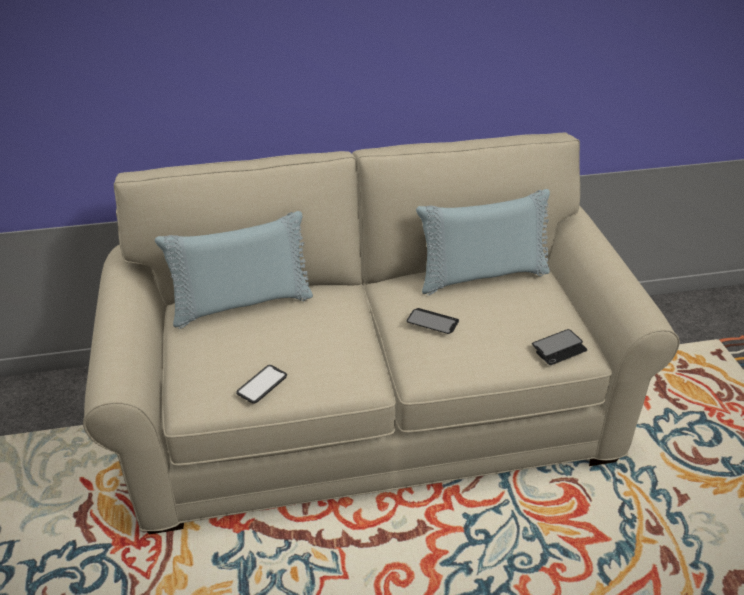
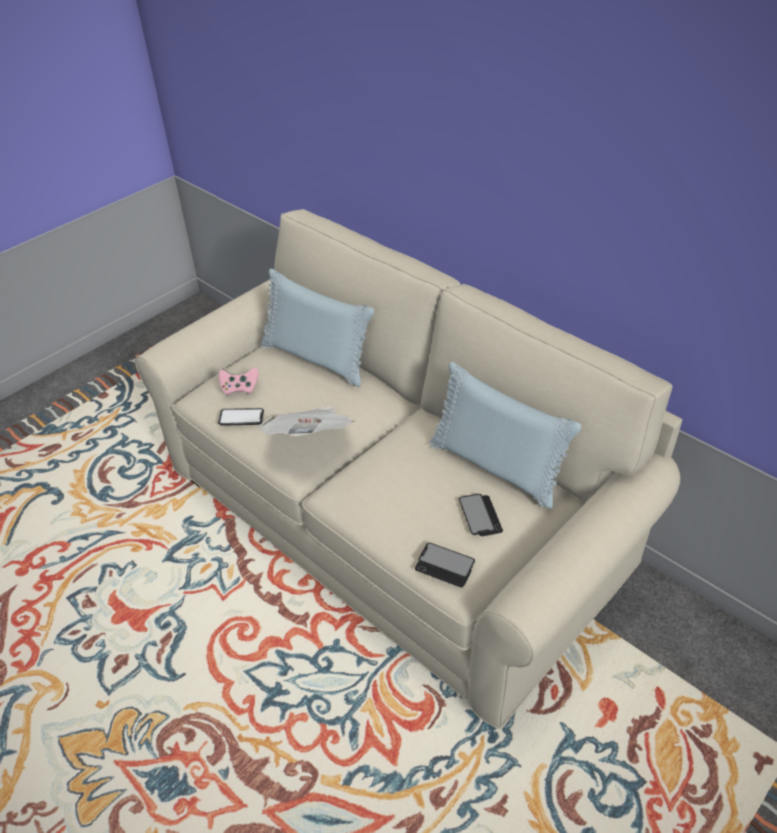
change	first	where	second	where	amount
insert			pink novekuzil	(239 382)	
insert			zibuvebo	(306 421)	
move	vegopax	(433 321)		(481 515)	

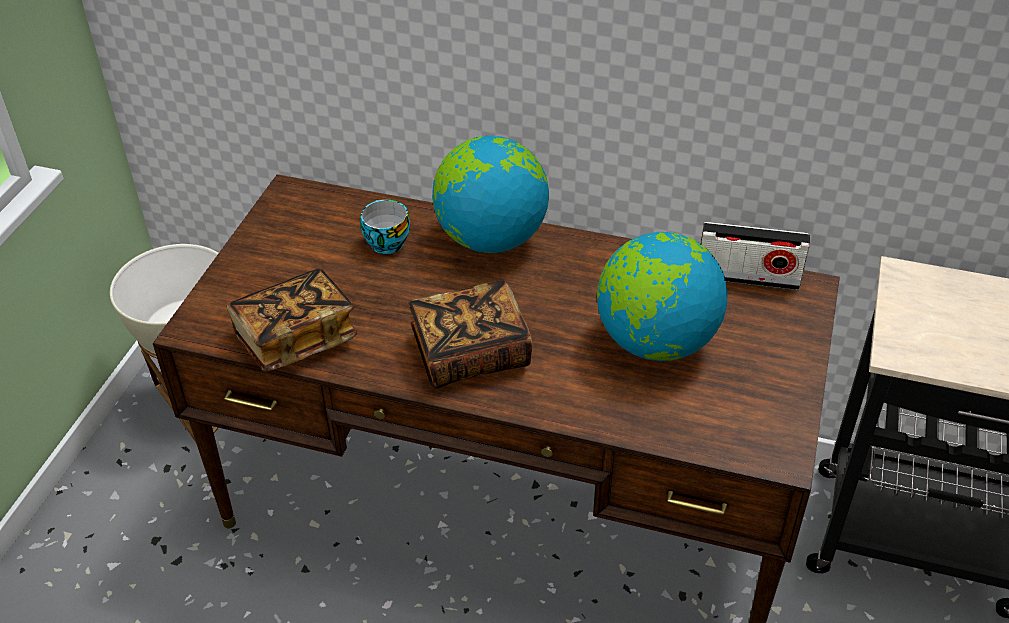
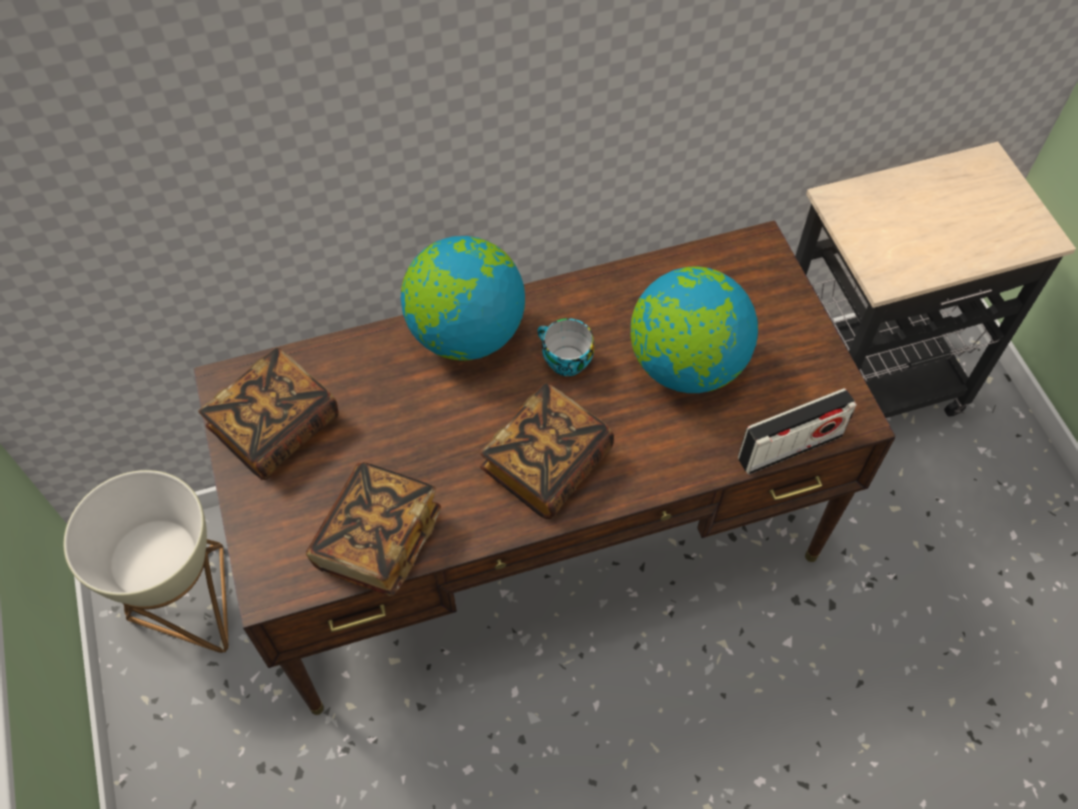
change	first	where	second	where	amount
insert			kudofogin	(269 414)	
move	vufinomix	(385 227)		(565 347)	
move	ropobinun	(755 256)		(797 431)	

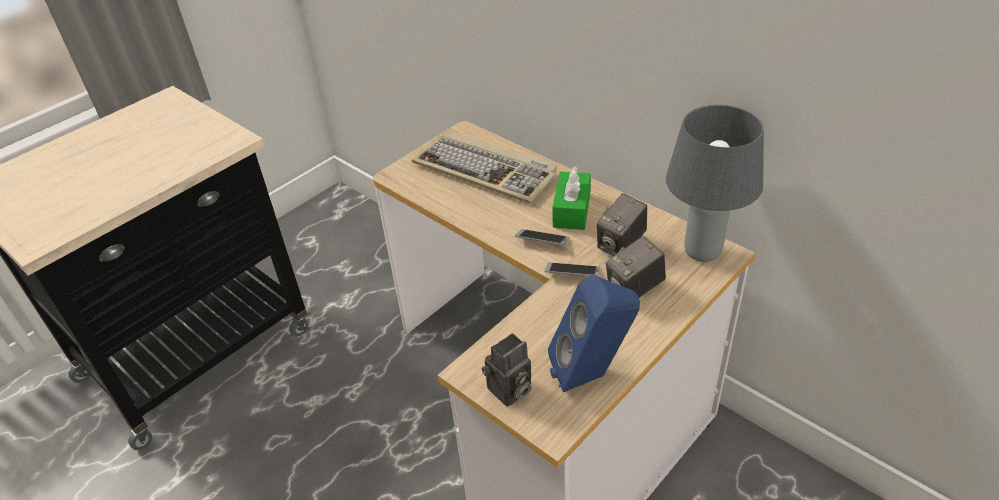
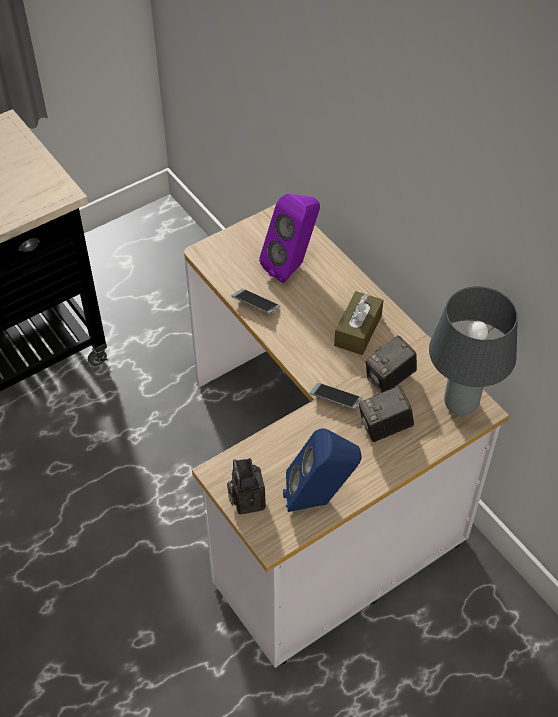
change	first	where	second	where	amount
move	vegopax	(542 237)		(255 301)	
replace	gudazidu	(484 167)	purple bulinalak	(289 238)	
recolor	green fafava	(571 198)	brown fafava	(358 323)	
rotate	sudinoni	(506 370)		(246 486)	105 degrees clockwise

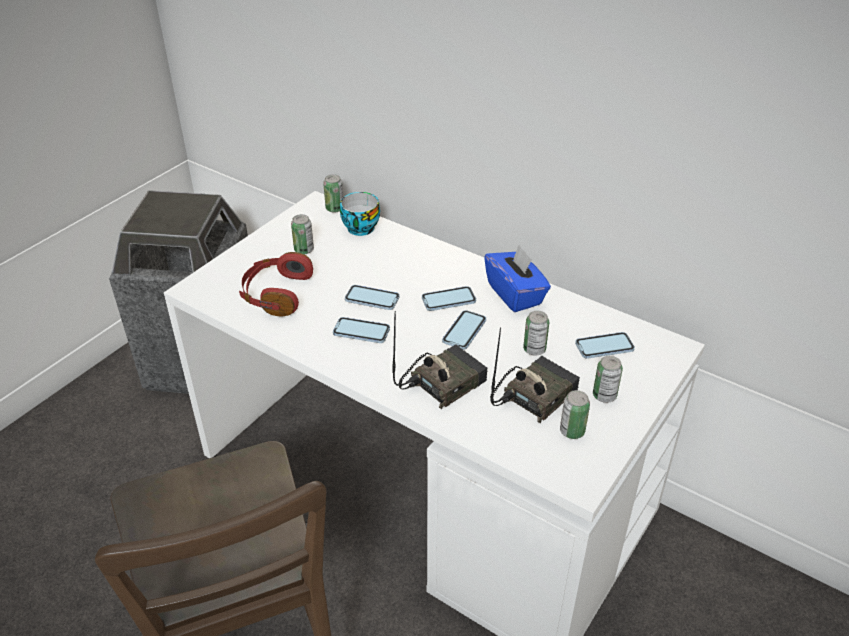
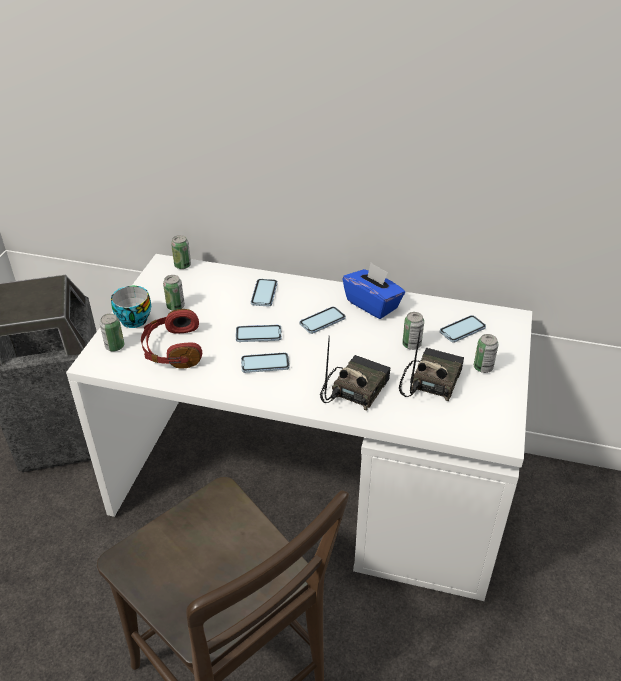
change	first	where	second	where	amount
move	vufinomix	(360 214)		(131 307)	
move	vegopax	(464 330)		(264 293)	
move	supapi	(575 414)		(112 332)	

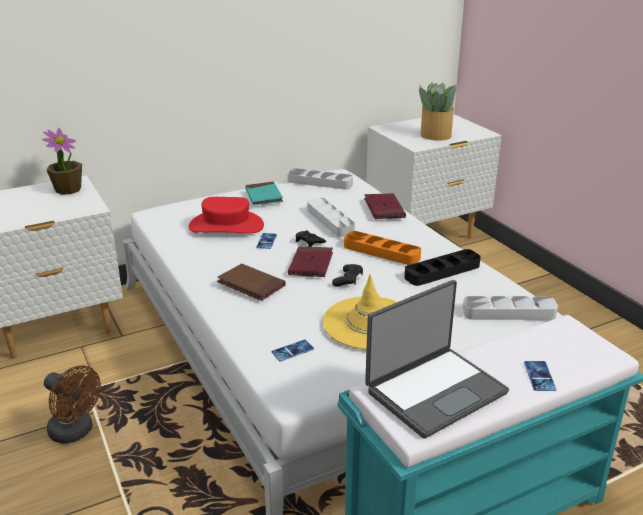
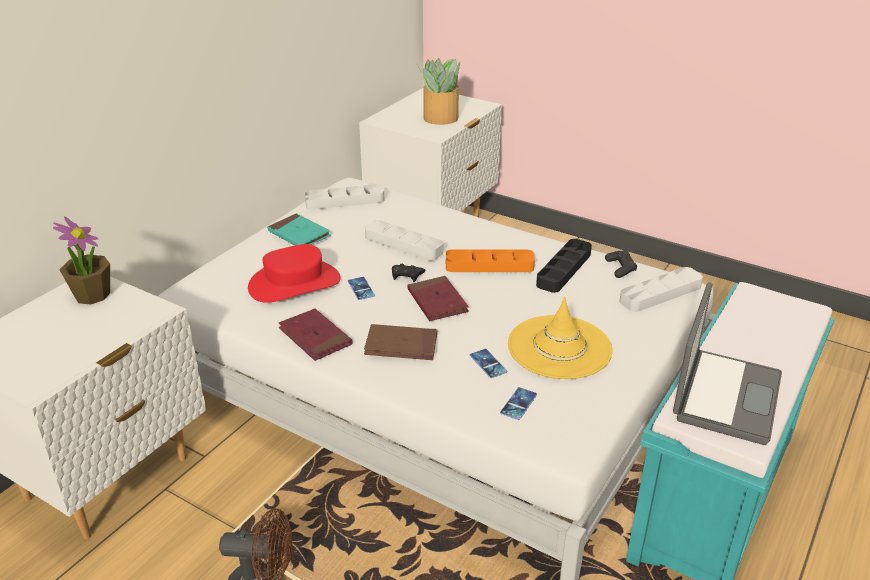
change	first	where	second	where	amount
move	black novekuzil	(347 275)		(621 264)	
move	red kudofogin	(385 206)		(315 335)	
move	vegopax	(540 376)		(488 363)	

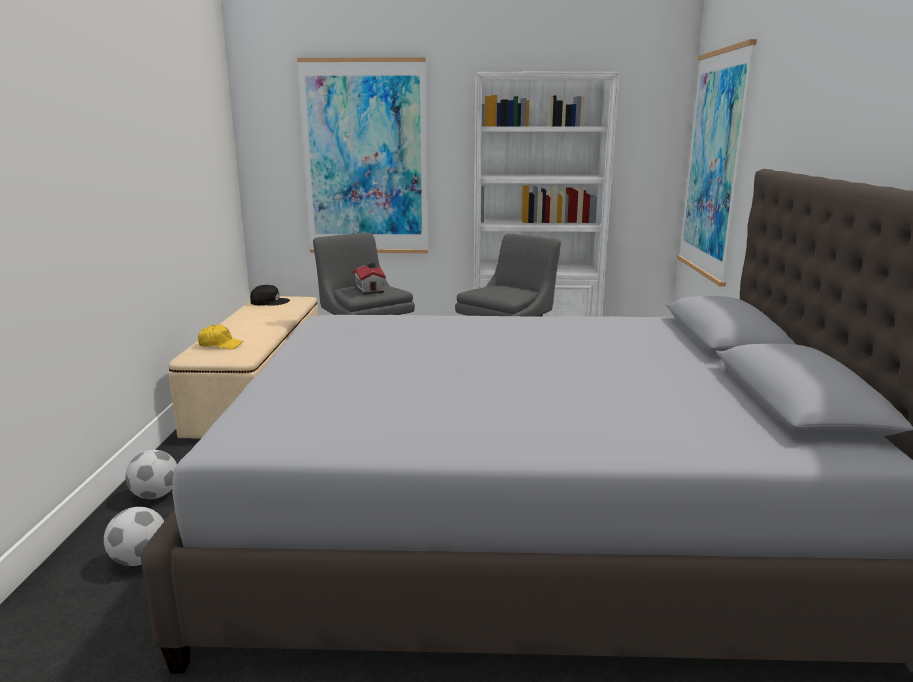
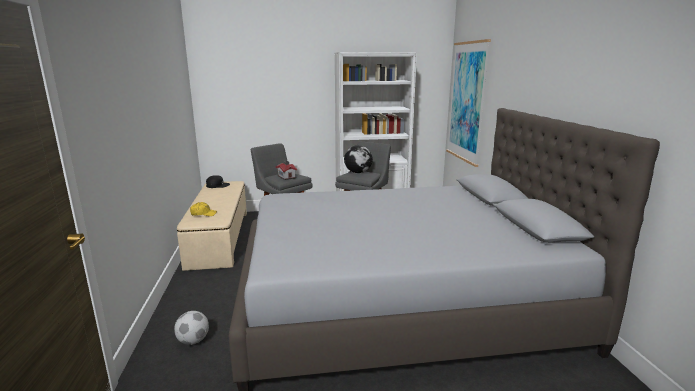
change	first	where	second	where	amount
delete	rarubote	(151 474)			
delete	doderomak	(362 155)			
insert			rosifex	(358 159)	

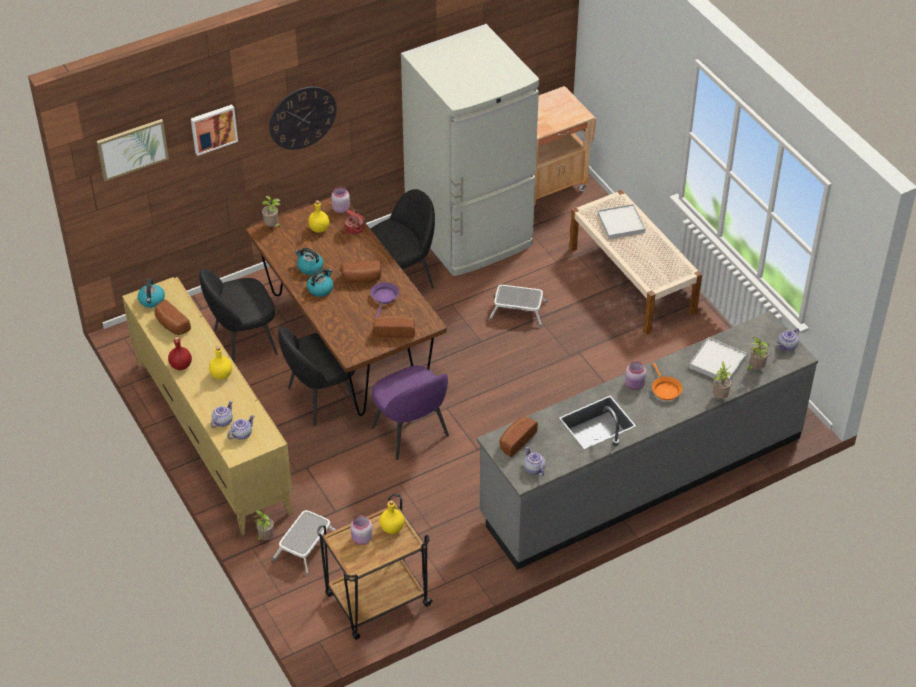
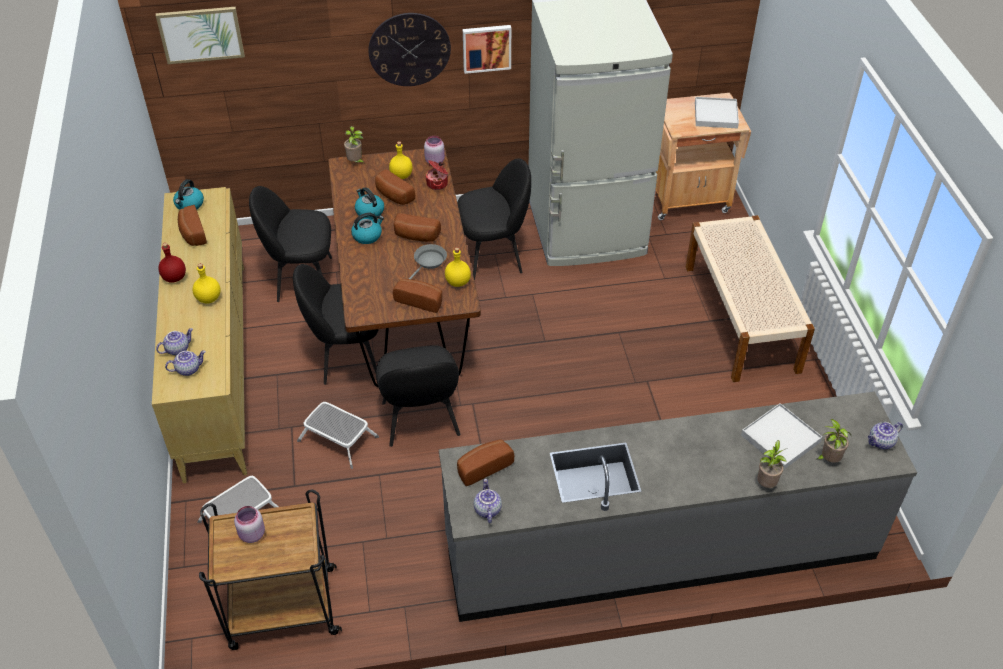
change	first	where	second	where	amount
delete	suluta	(263 525)			
delete	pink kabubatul	(635 375)			
delete	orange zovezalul	(667 381)			
insert			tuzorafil	(395 187)	
move	doderomak	(214 130)		(487 49)	
move	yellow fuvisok	(391 517)		(458 267)	
move	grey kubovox	(518 306)		(338 435)	
move	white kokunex	(621 221)		(717 112)	
recolor	purple zovezalul	(384 299)	grey zovezalul	(428 261)	
recolor	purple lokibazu	(410 412)	black lokibazu	(418 396)	

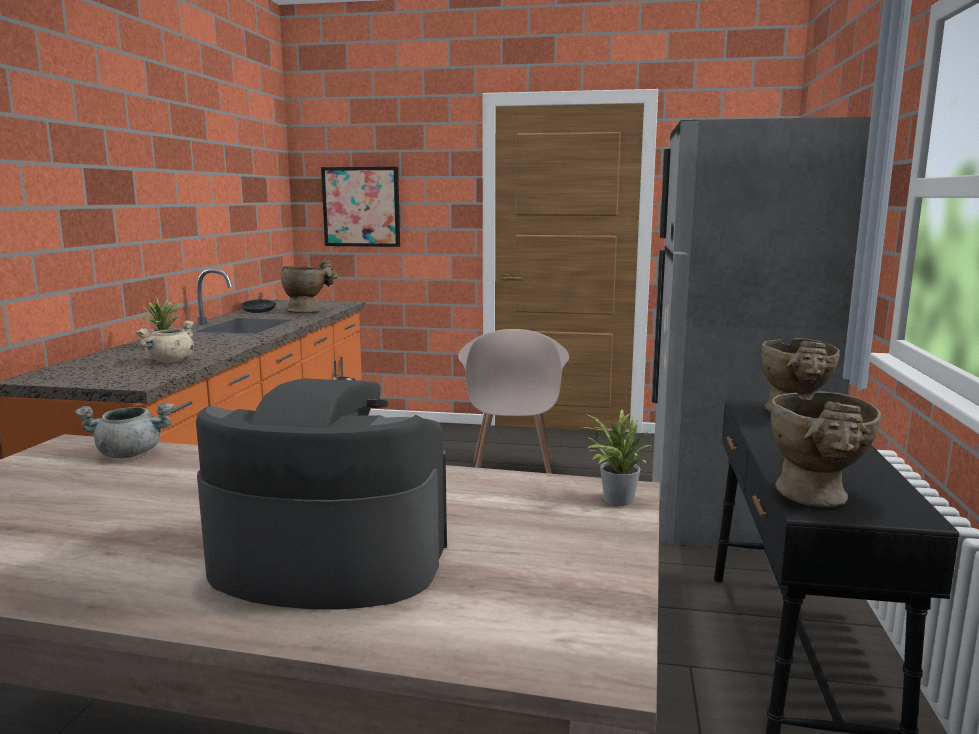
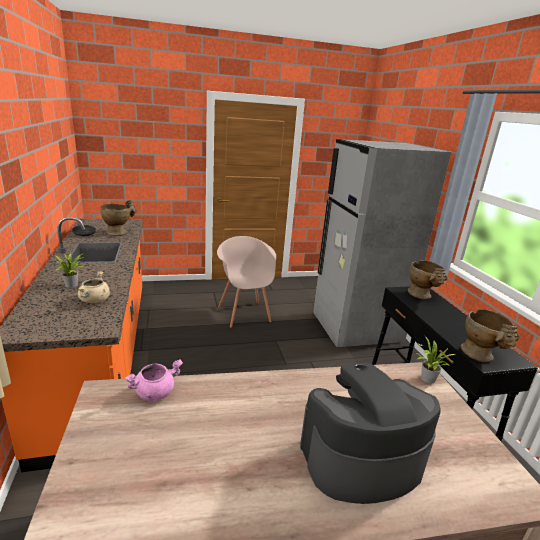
change	first	where	second	where	amount
delete	doderomak	(360 207)			
recolor	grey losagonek	(124 430)	pink losagonek	(154 380)	

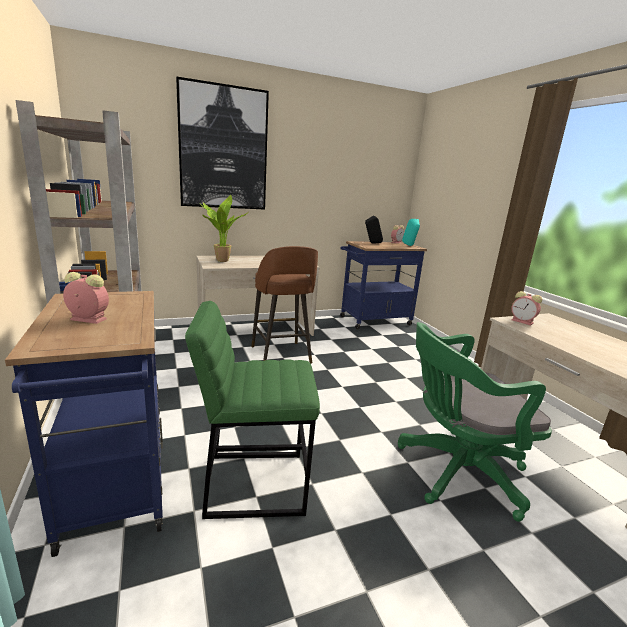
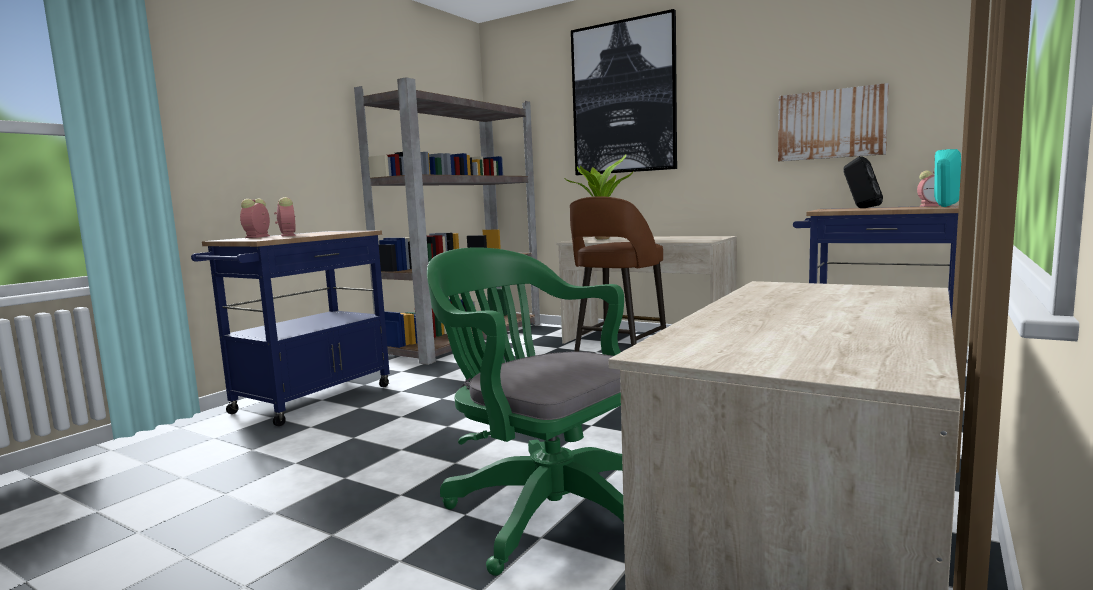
change	first	where	second	where	amount
delete	green lokibazu	(252 410)			
insert			doderomak	(833 122)	
move	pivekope	(526 308)		(255 218)	

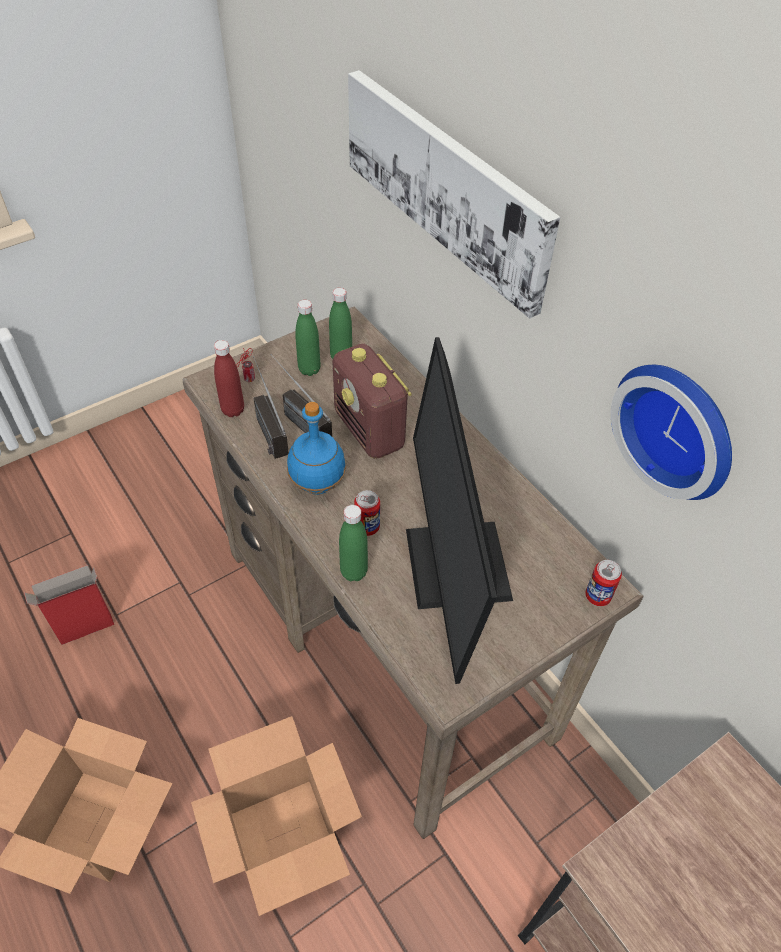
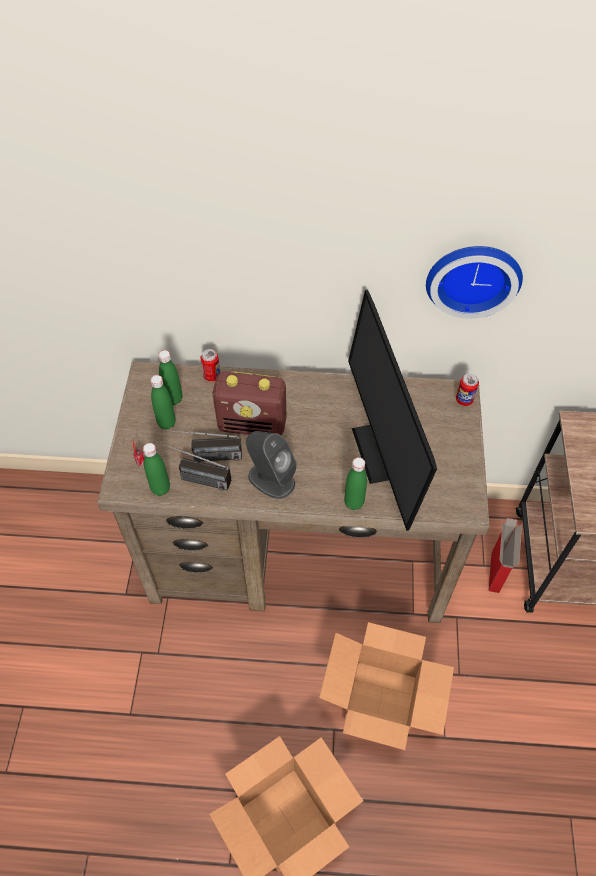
change	first	where	second	where	amount
delete	doderomak	(454 194)			
move	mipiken	(69 605)		(505 555)	
move	supapi	(367 513)		(210 365)	
replace	blue fuvisok	(316 448)	grey bulinalak	(271 465)	
recolor	red fuvisok	(229 378)	green fuvisok	(156 469)	
rotate	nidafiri	(459 510)		(392 410)	45 degrees clockwise

